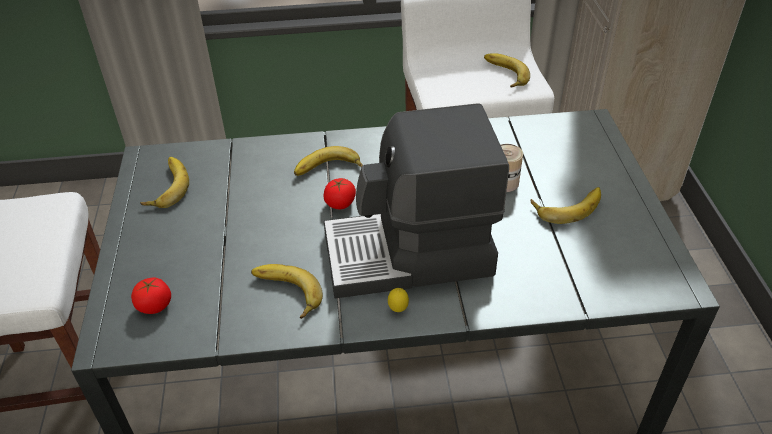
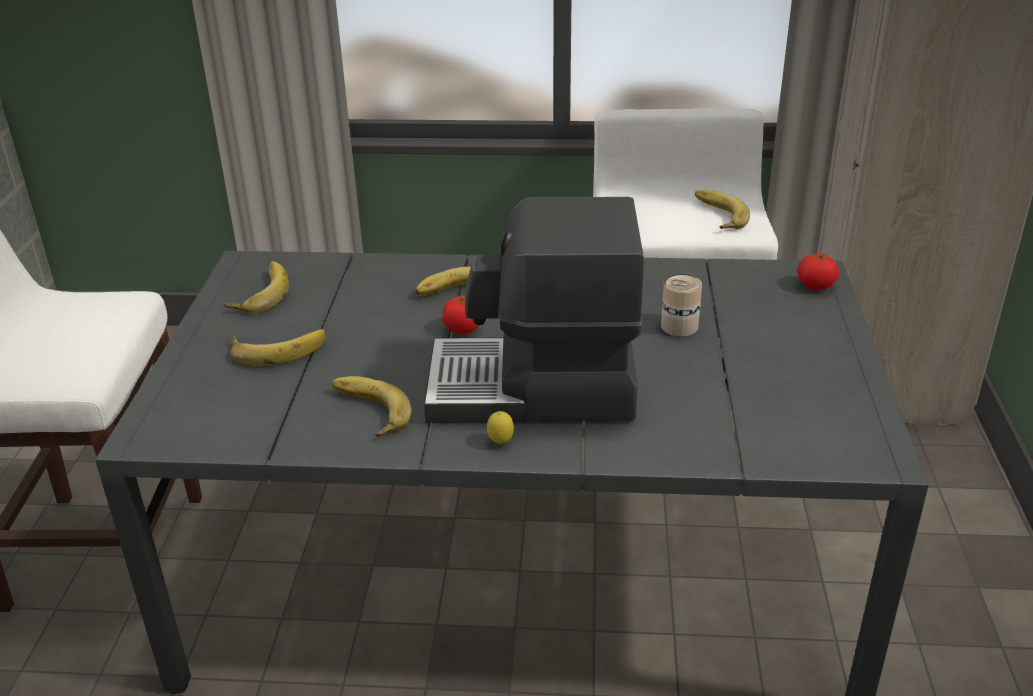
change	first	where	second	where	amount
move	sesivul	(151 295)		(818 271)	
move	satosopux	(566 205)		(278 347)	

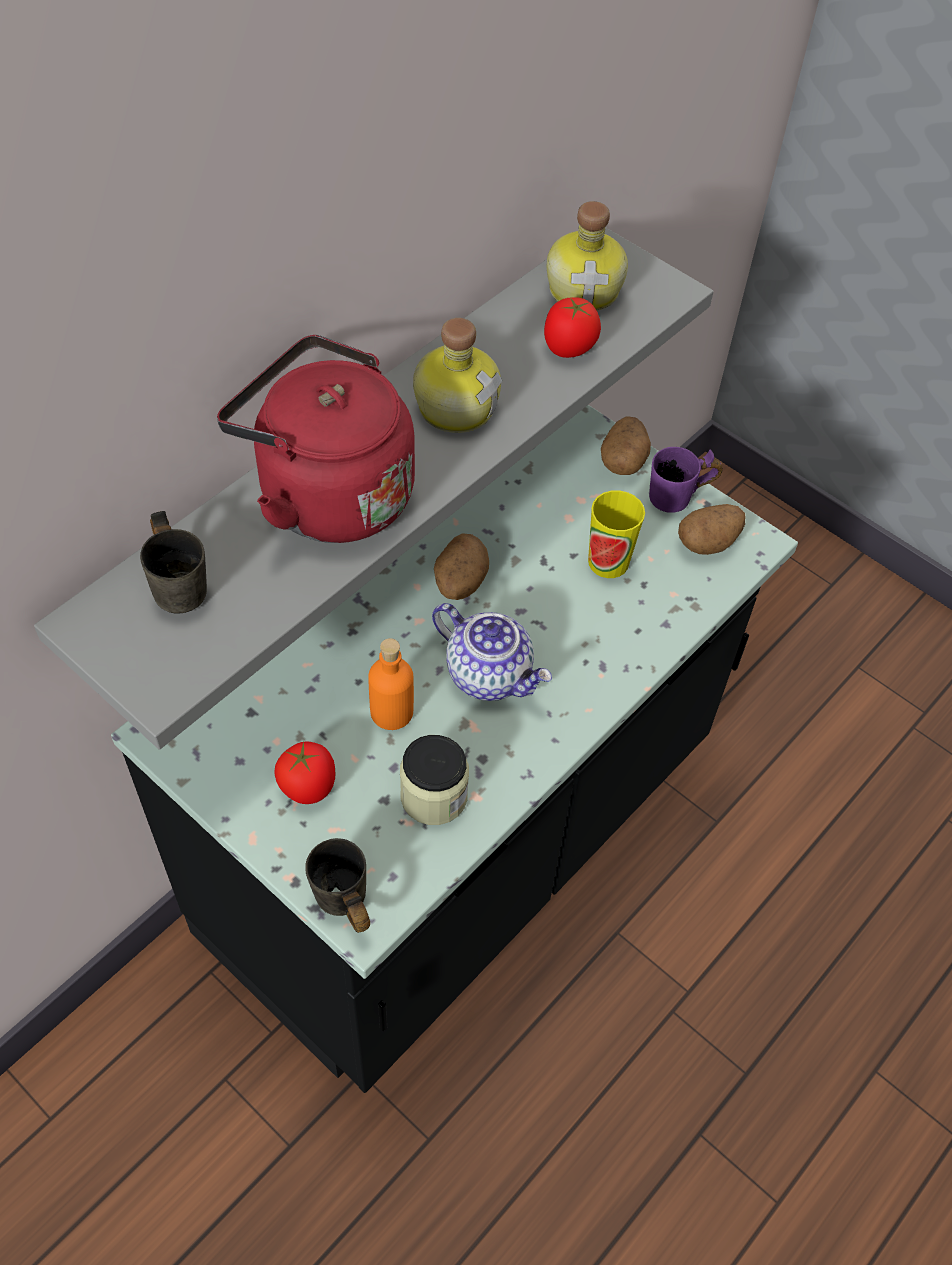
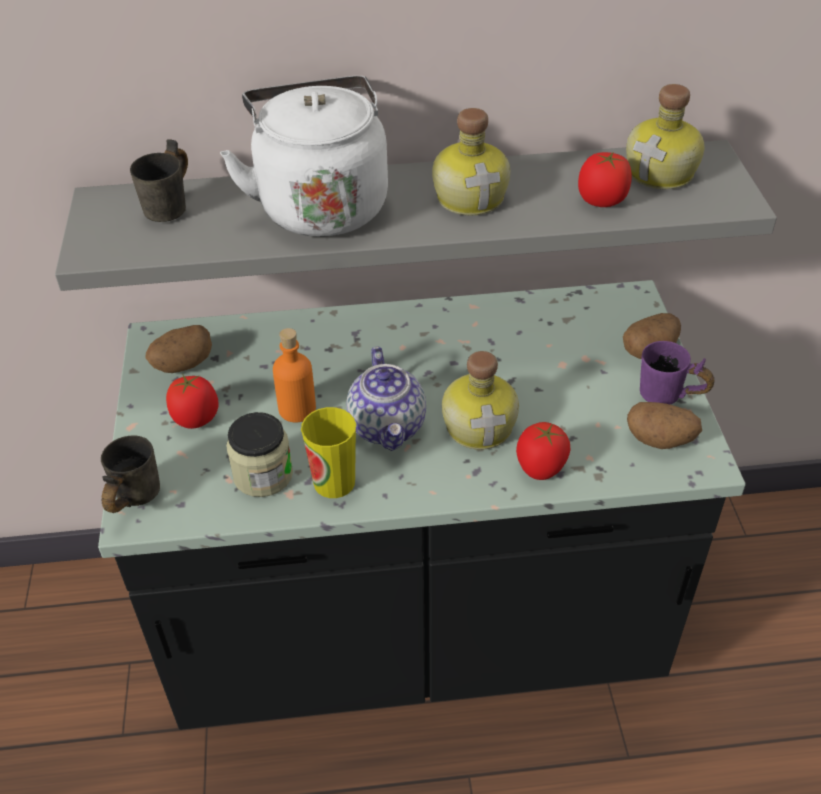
change	first	where	second	where	amount
insert			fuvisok	(480 400)	
insert			sesivul	(543 451)	
move	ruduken	(461 566)		(178 349)	
move	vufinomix	(616 534)		(328 452)	
recolor	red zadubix	(316 439)	white zadubix	(304 156)	

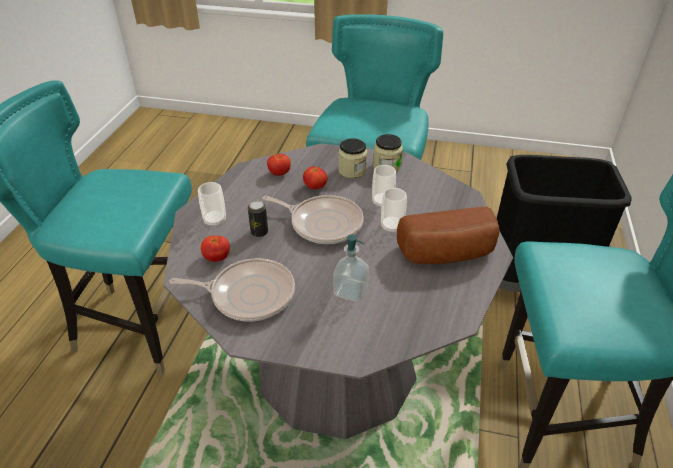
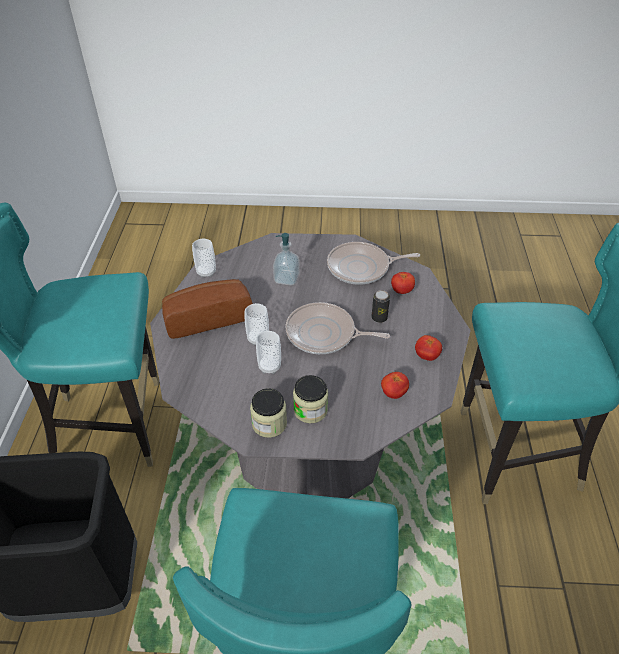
change	first	where	second	where	amount
move	vufinomix	(212 204)		(204 258)	
move	sesivul	(315 177)		(428 348)	

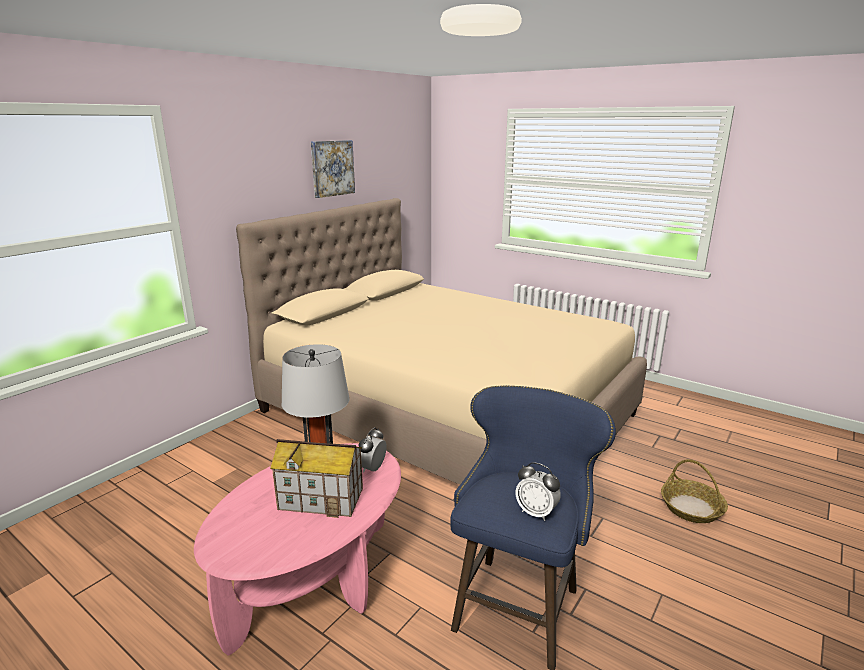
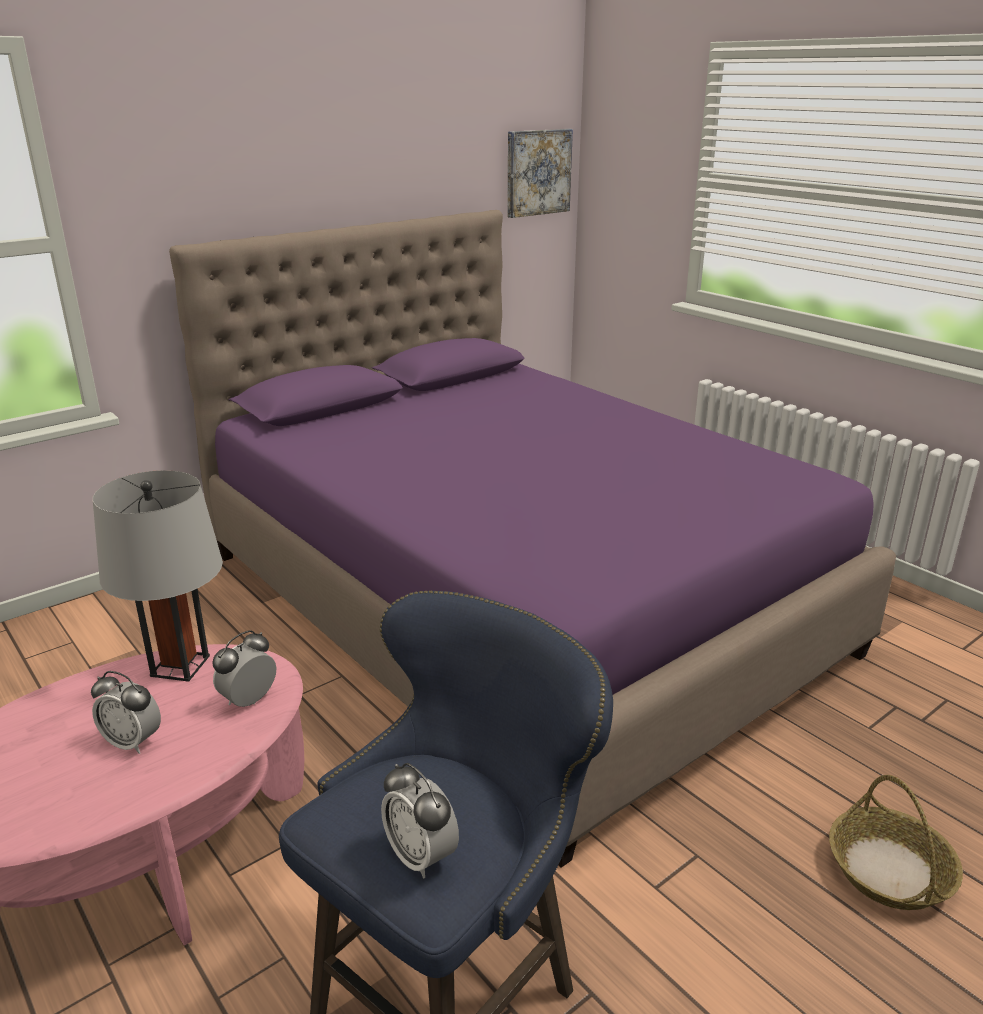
change	first	where	second	where	amount
move	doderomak	(333 169)		(540 173)	
replace	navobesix	(316 478)	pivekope	(126 712)	
recolor	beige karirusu	(441 341)	purple karirusu	(532 539)	

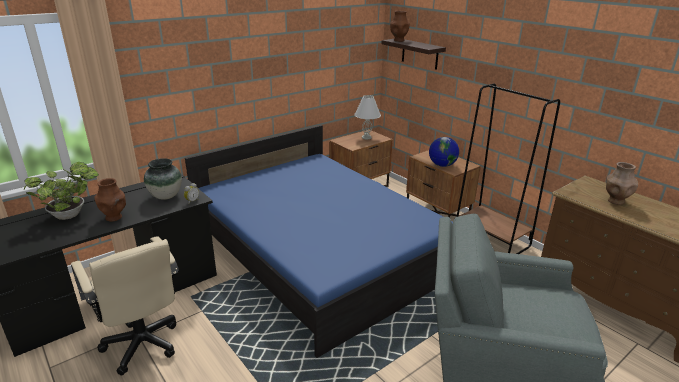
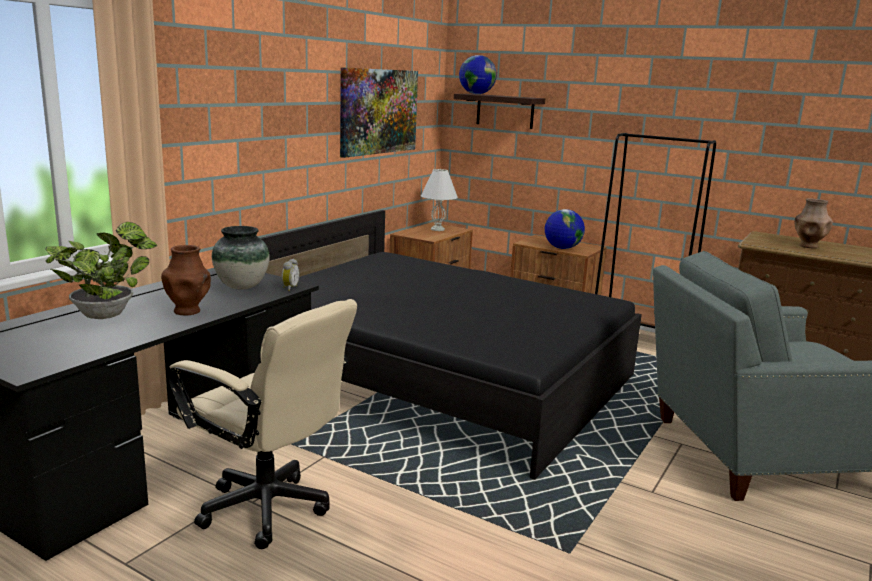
change	first	where	second	where	amount
insert			doderomak	(379 112)	
replace	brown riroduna	(400 26)	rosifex	(478 74)	
recolor	blue karirusu	(319 241)	black karirusu	(451 345)	

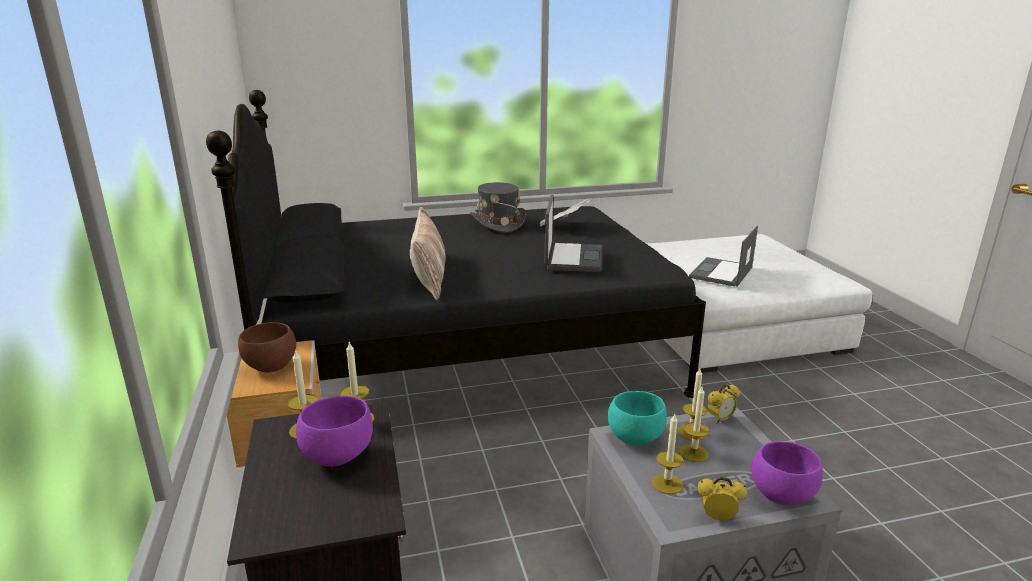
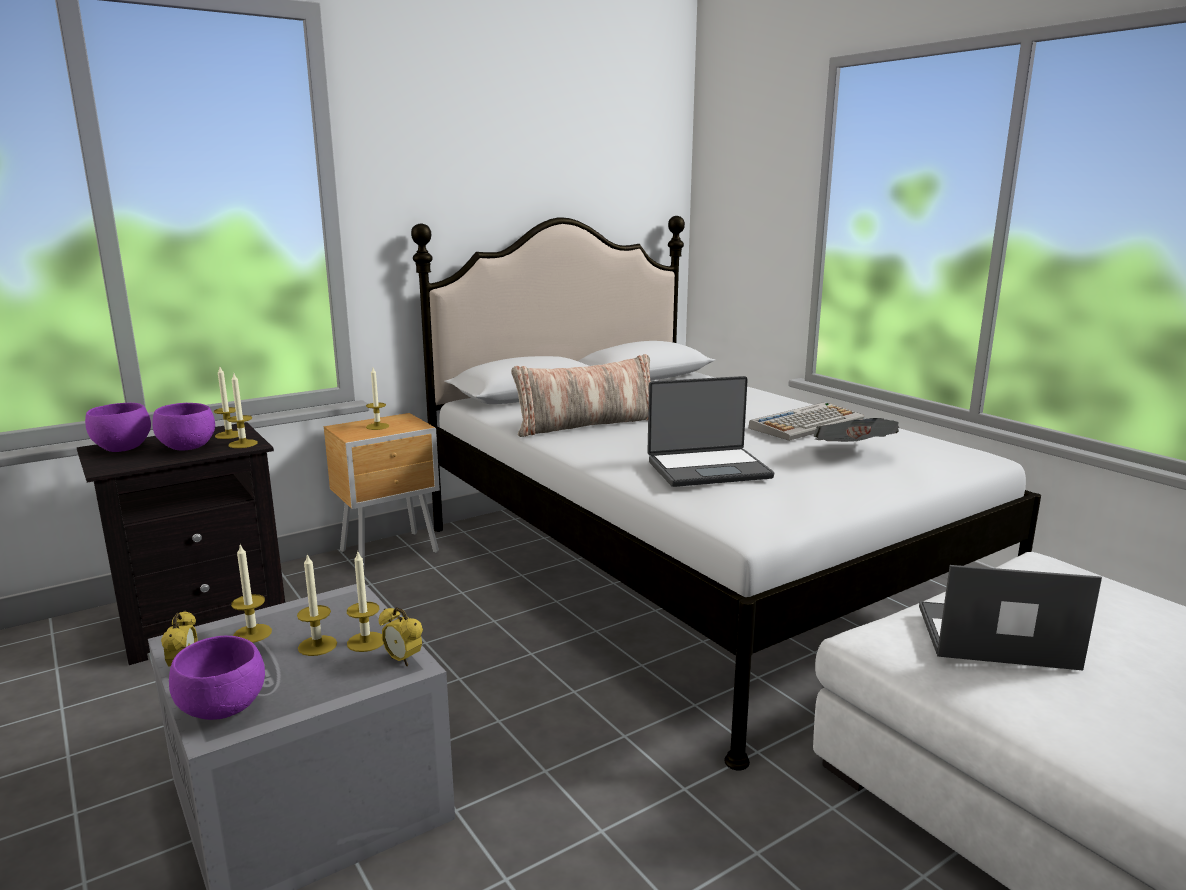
change	first	where	second	where	amount
delete	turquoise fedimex	(637 418)			
insert			purple fedimex	(118 427)	
replace	brown fedimex	(267 347)	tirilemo	(377 399)	
replace	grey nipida	(498 207)	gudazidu	(806 421)	
recolor	black karirusu	(456 244)	white karirusu	(726 493)	

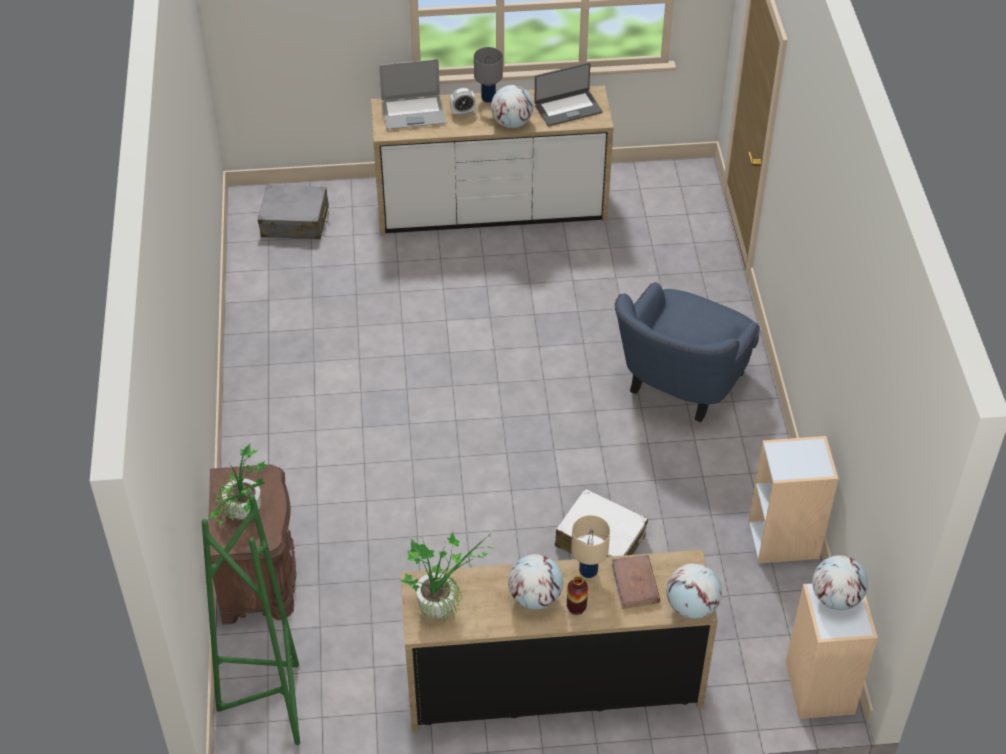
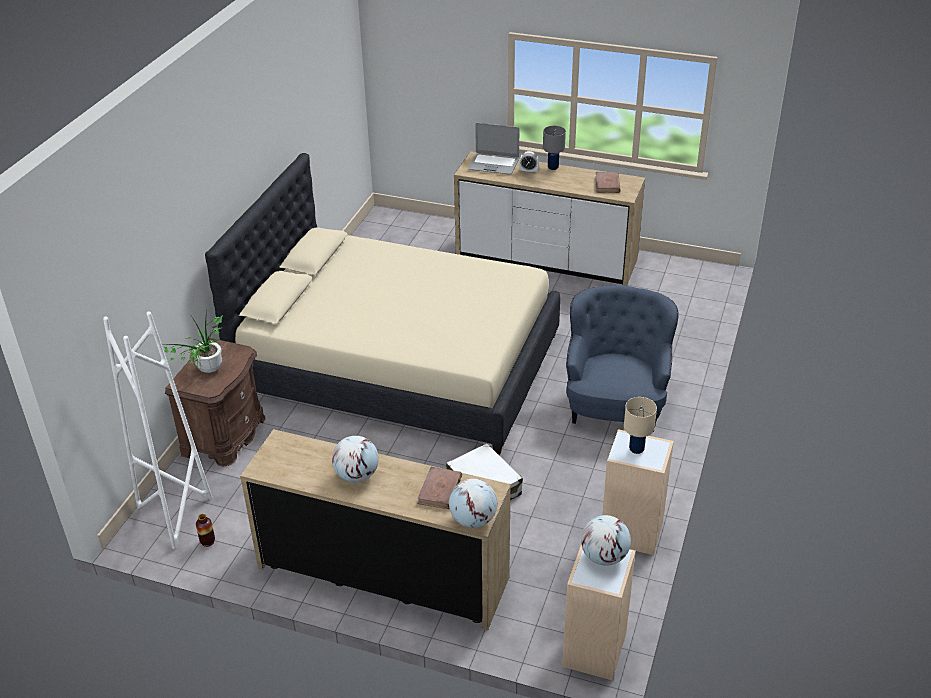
change	first	where	second	where	amount
delete	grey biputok	(293 212)			
delete	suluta	(447 577)			
delete	rosifex	(512 106)			
insert			beige karirusu	(382 304)	
move	riroduna	(577 595)		(205 530)	
move	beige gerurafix	(590 546)		(640 425)	
replace	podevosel	(568 94)	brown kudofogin	(607 182)	
recolor	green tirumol	(251 620)	white tirumol	(157 430)	
rotate	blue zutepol	(687 352)		(622 355)	135 degrees clockwise

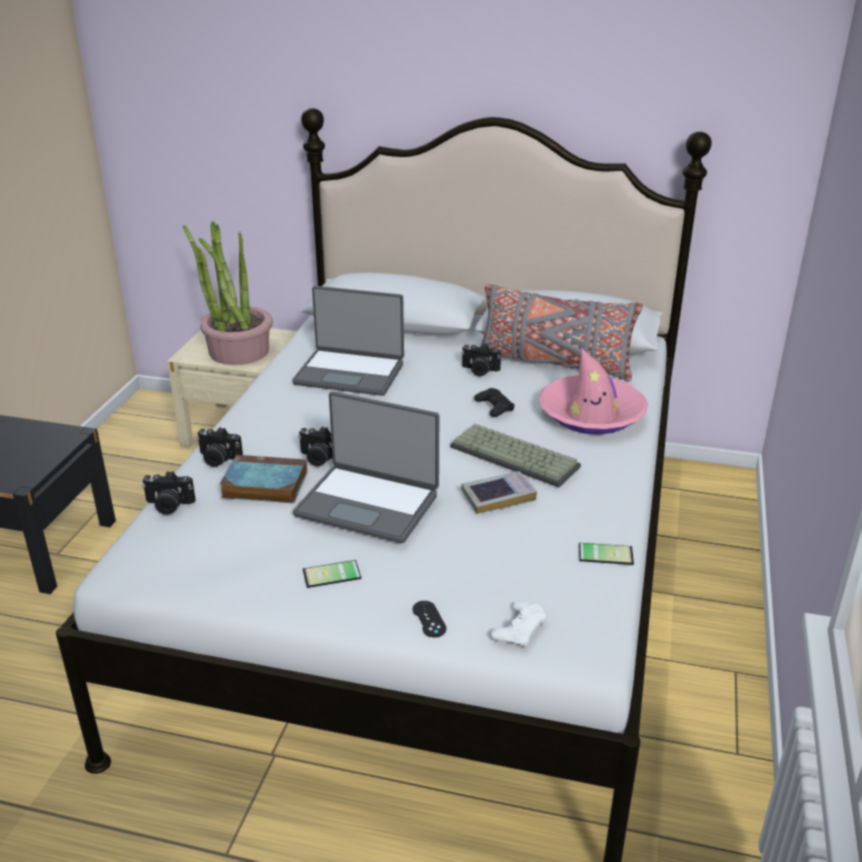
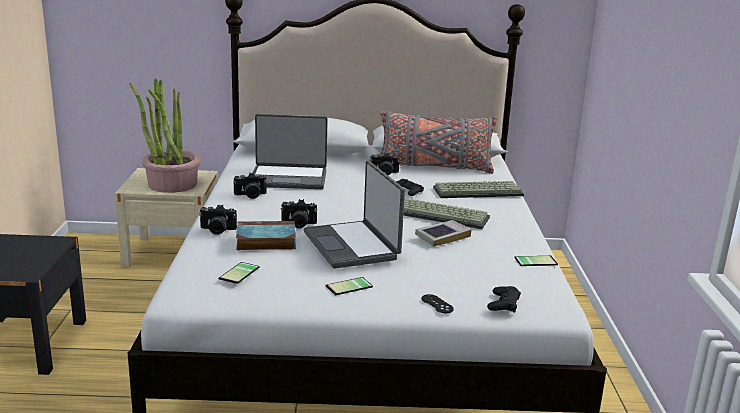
change	first	where	second	where	amount
insert			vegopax	(239 273)	
move	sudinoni	(169 493)		(250 185)	
replace	pink nipida	(593 392)	gudazidu	(478 189)	
recolor	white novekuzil	(519 624)	black novekuzil	(504 299)	
rotate	podevosel	(366 467)		(354 215)	60 degrees clockwise

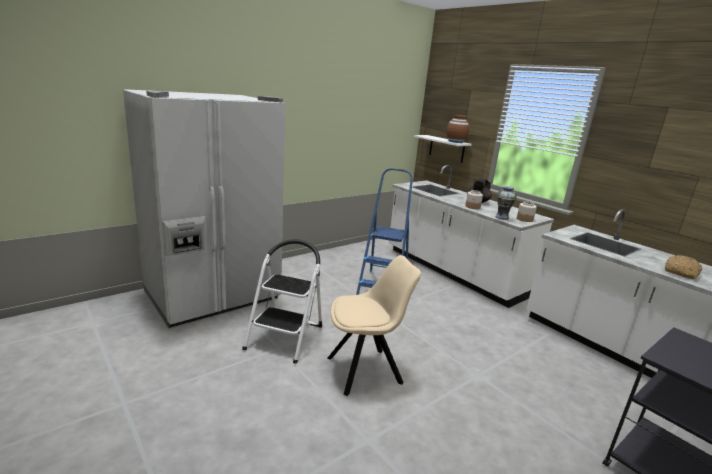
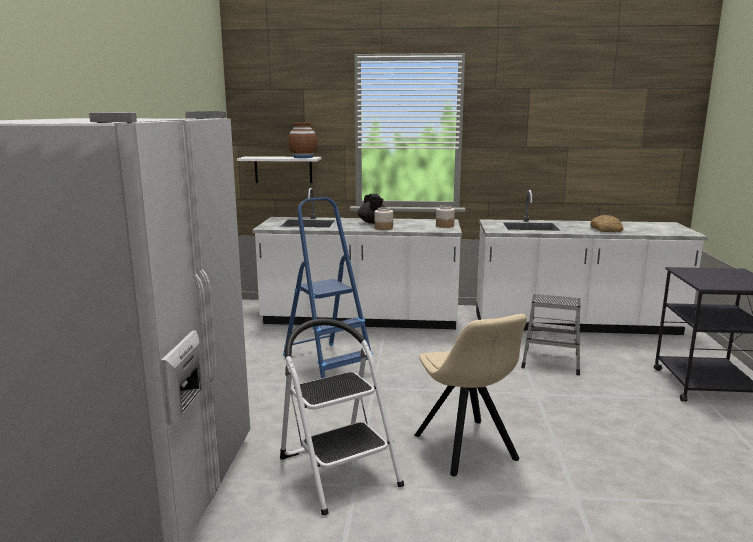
change	first	where	second	where	amount
delete	riroduna	(506 203)			
insert			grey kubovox	(550 334)	
rotate	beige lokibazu	(374 325)		(470 395)	135 degrees clockwise

